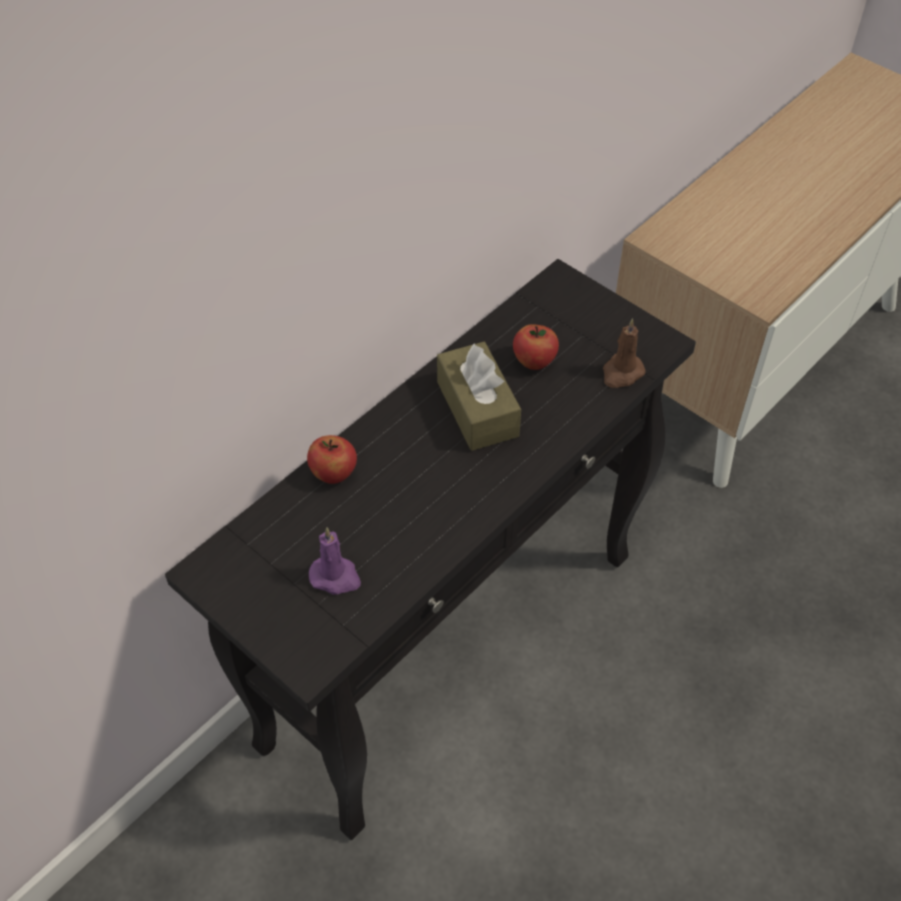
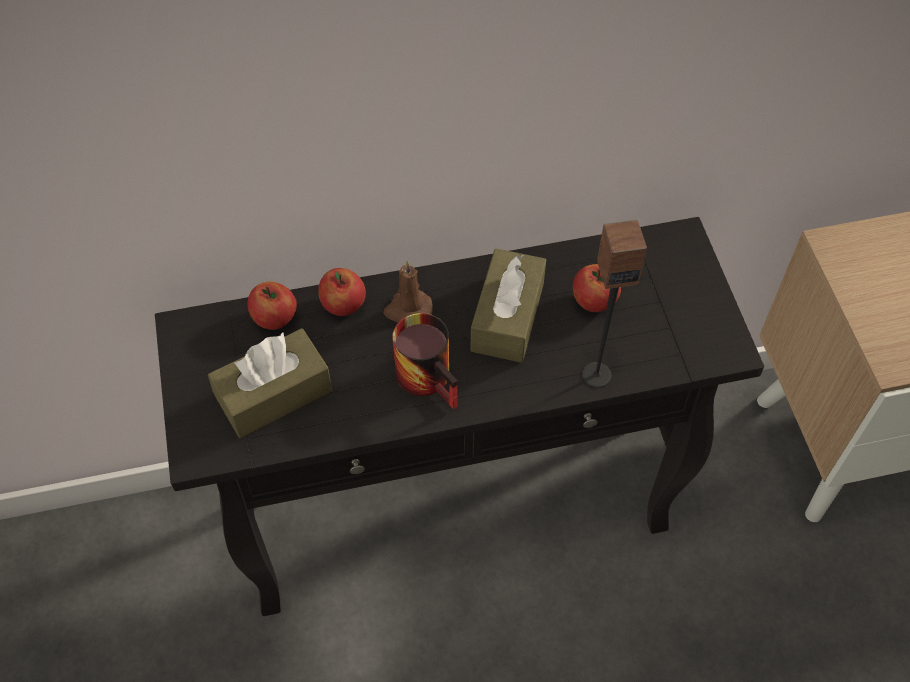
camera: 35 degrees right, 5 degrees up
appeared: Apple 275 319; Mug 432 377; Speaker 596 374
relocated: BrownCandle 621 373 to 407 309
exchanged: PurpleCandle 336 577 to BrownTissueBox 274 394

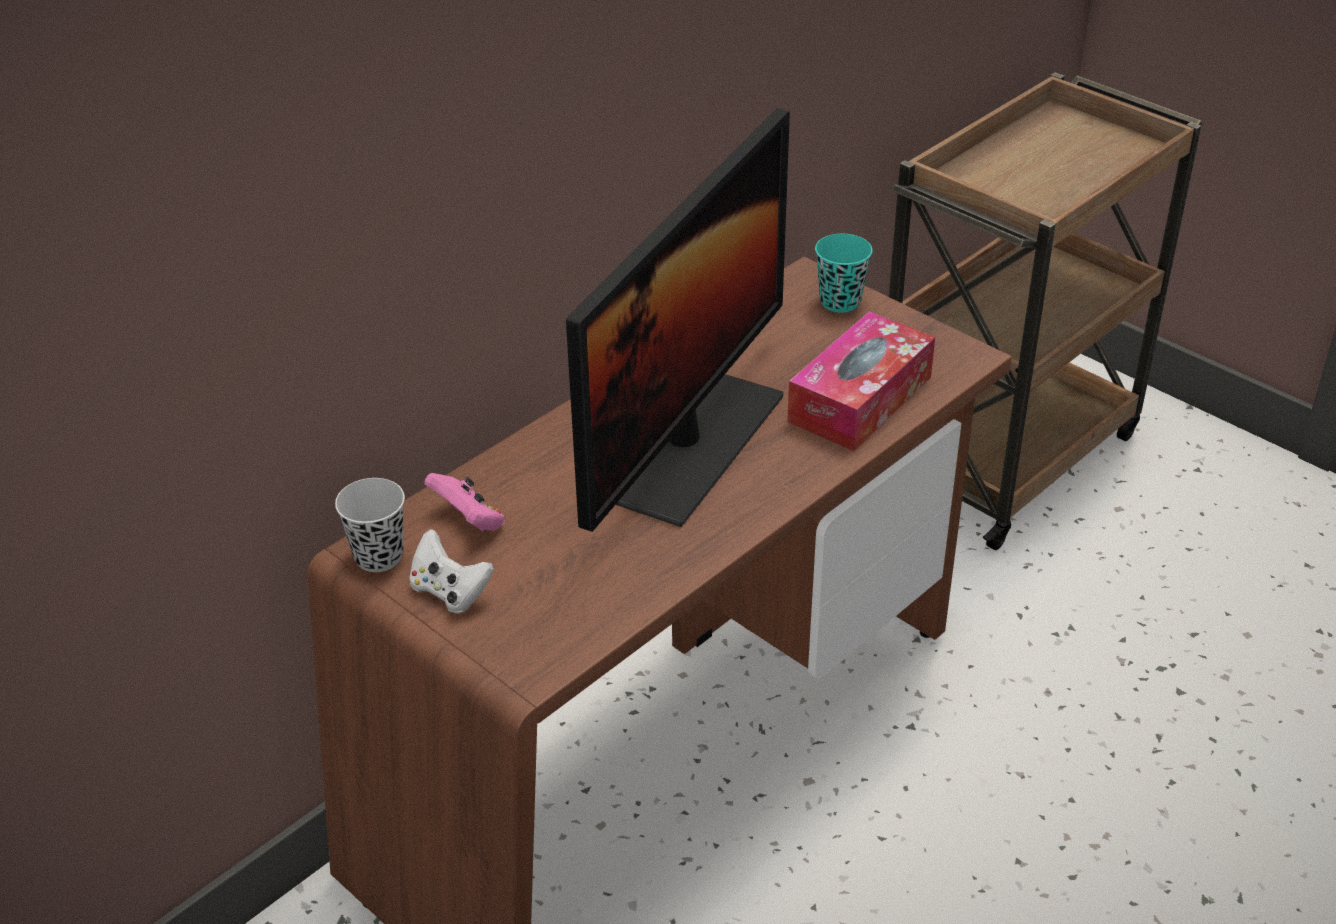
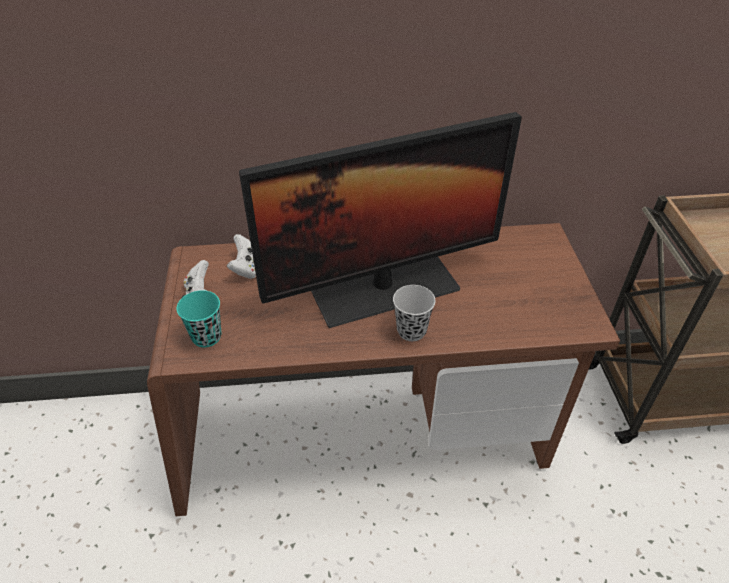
camera: 40 degrees right, 5 degrees up
missing: TissueBox 860 399
relocated: BlackCup 379 556 to 411 331; TurquoiseCup 840 301 to 206 337
colour: PinkGameController 469 521 to WhiteGameController 246 268

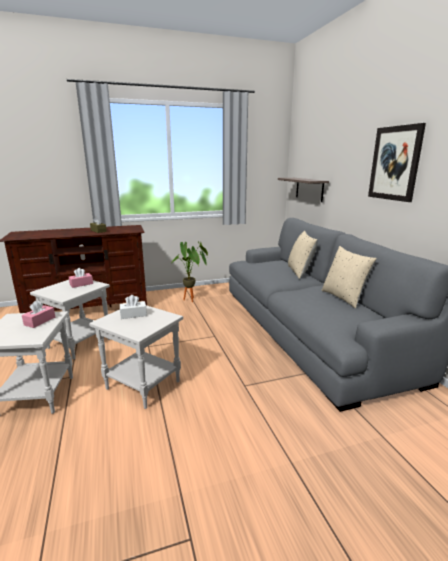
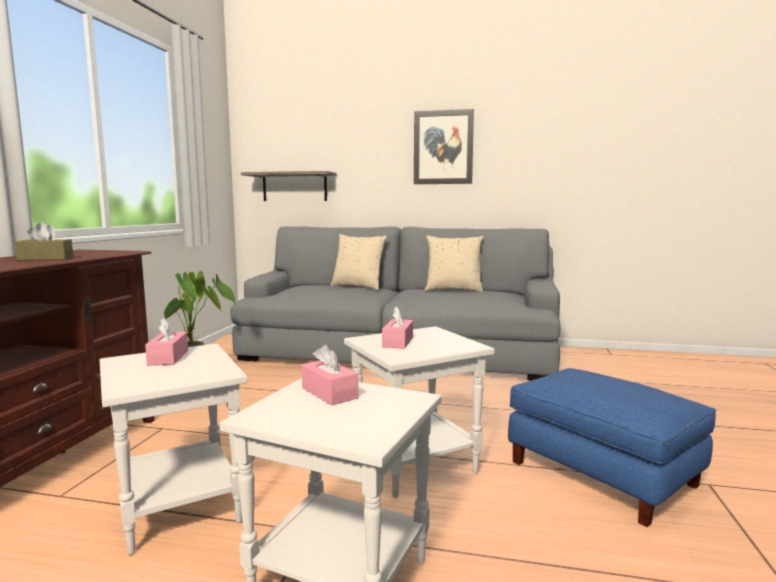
camera: 60 degrees left, 10 degrees down
appeared: BlueOttoman 600 474
colour: WhiteTissueBox 133 314 to PinkTissueBox 397 342

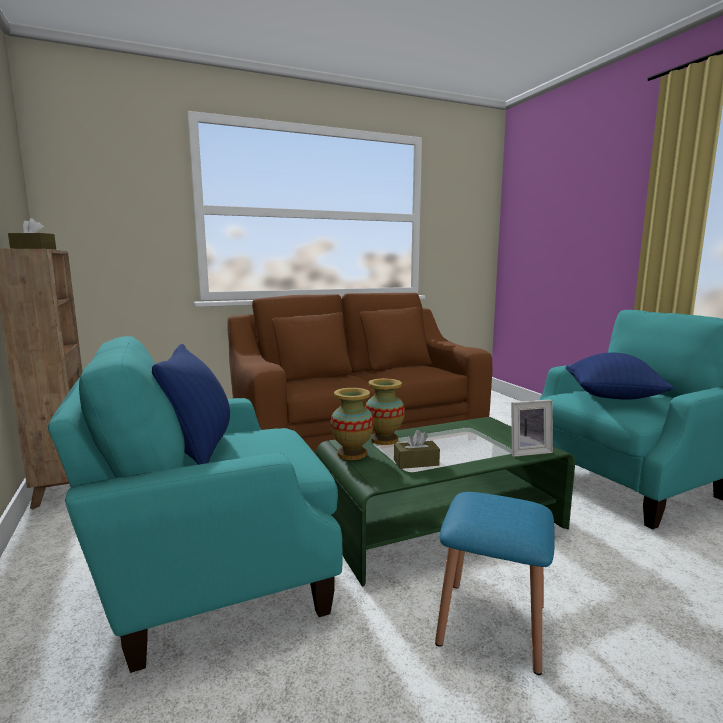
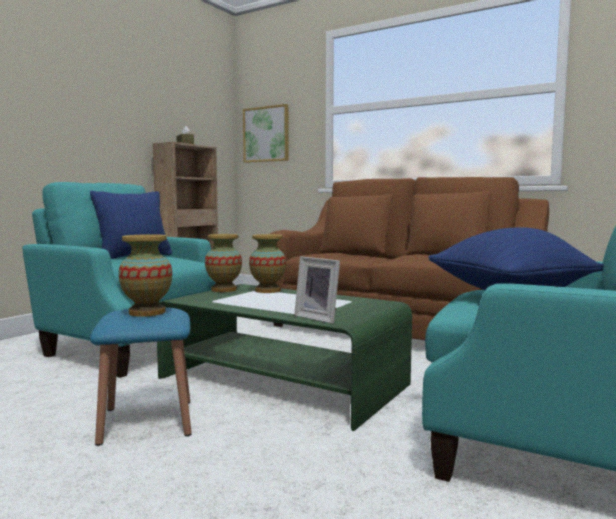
camera: 55 degrees right, 5 degrees down
missing: BrownTissueBox 416 462
appeared: Vase 147 312; Picture 266 134

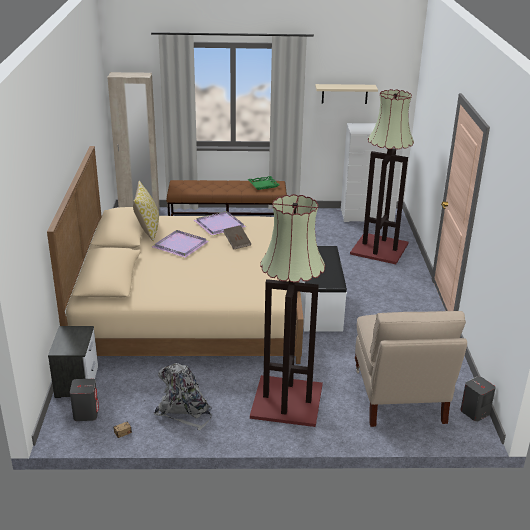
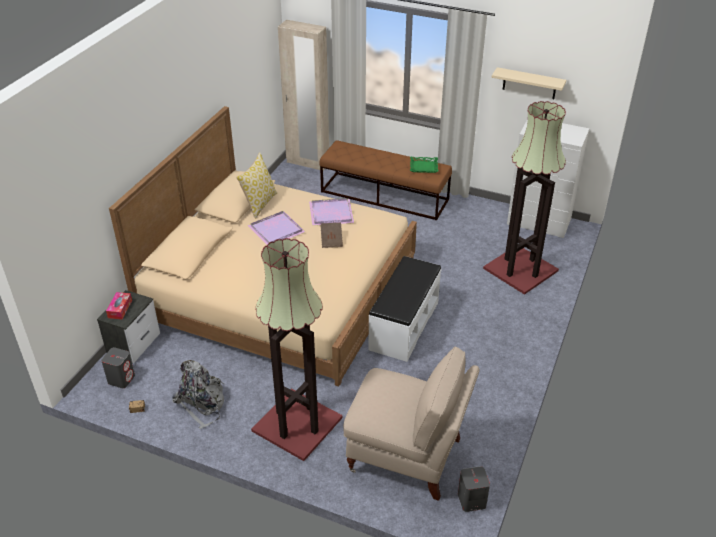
camera: 25 degrees right, 10 degrees up
appeared: TissueBox 120 309
spun: BeigeChair 399 397 = 407 456 90 degrees counterclockwise

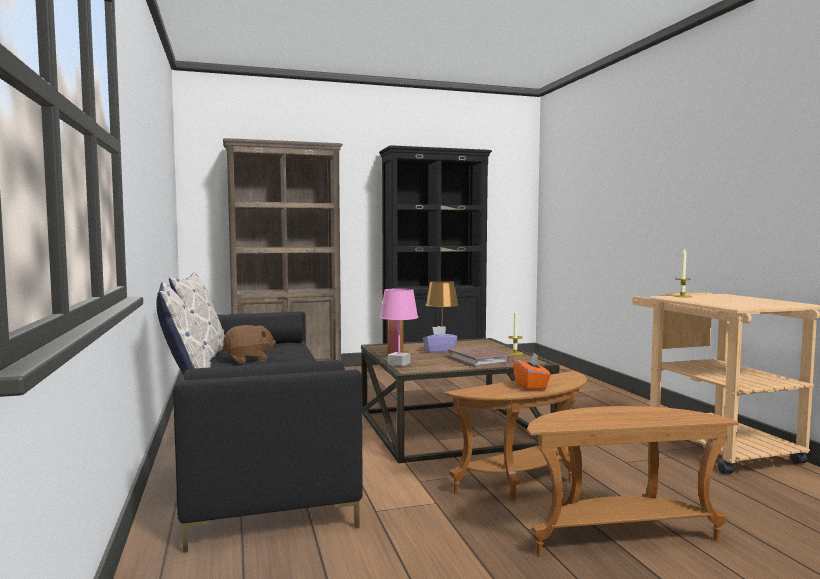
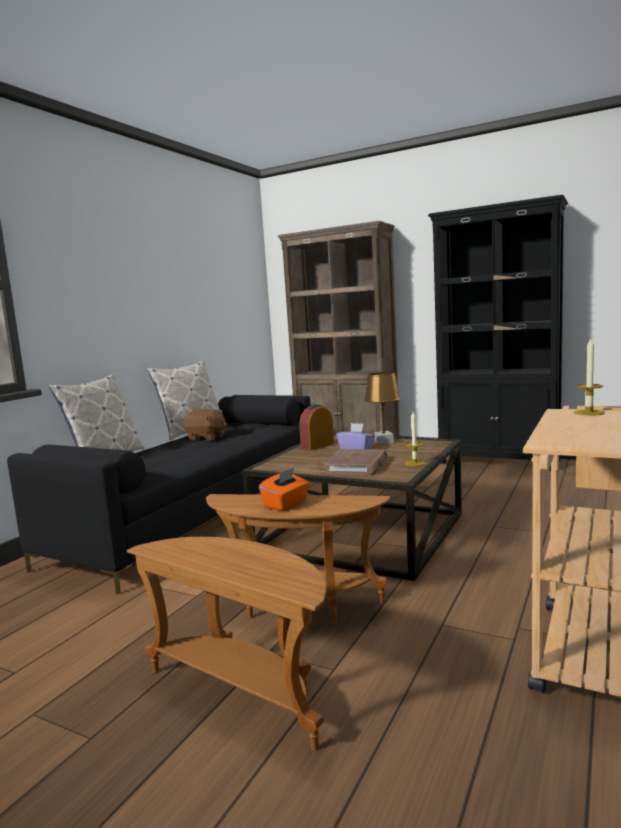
camera: 45 degrees right, 5 degrees up
missing: PinkTableLamp 398 364

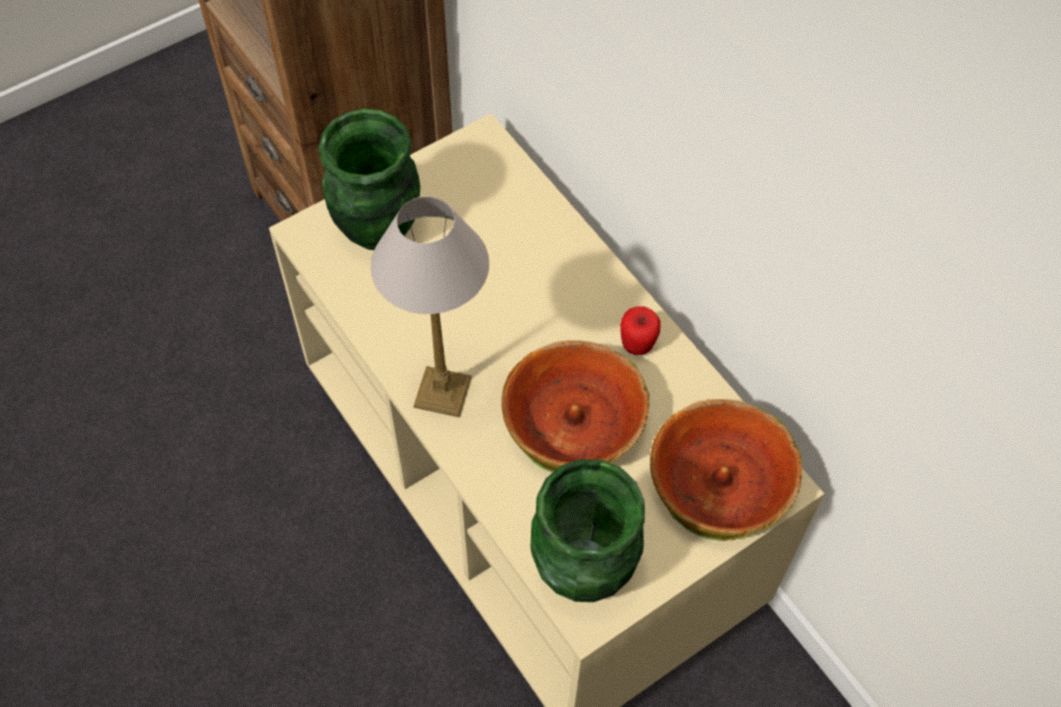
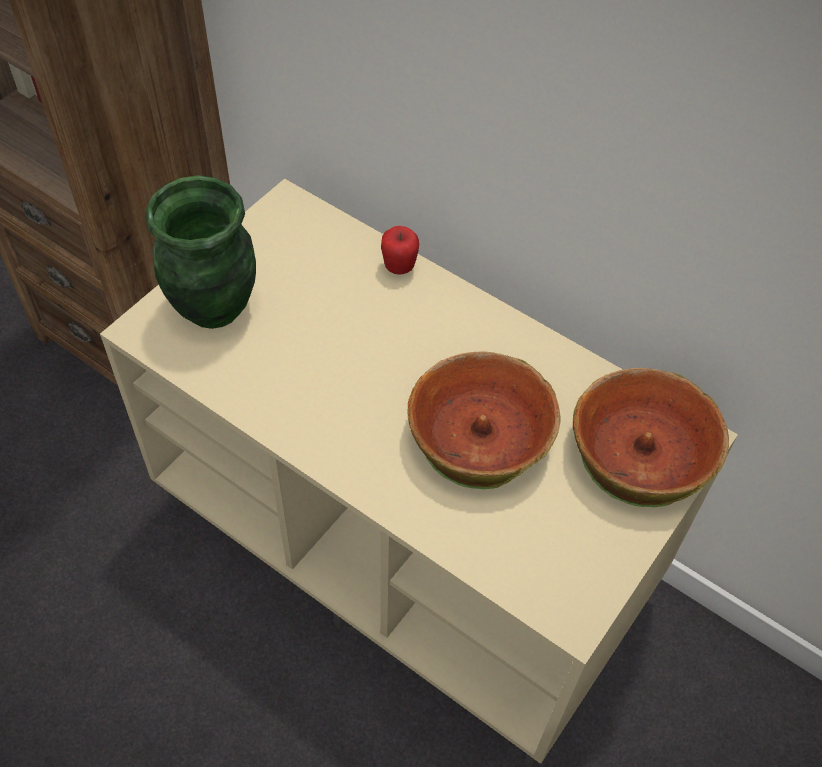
camera: 20 degrees left, 5 degrees down
missing: TableLamp 443 393; GreenVase 584 570
relocated: Apple 637 344 to 399 267

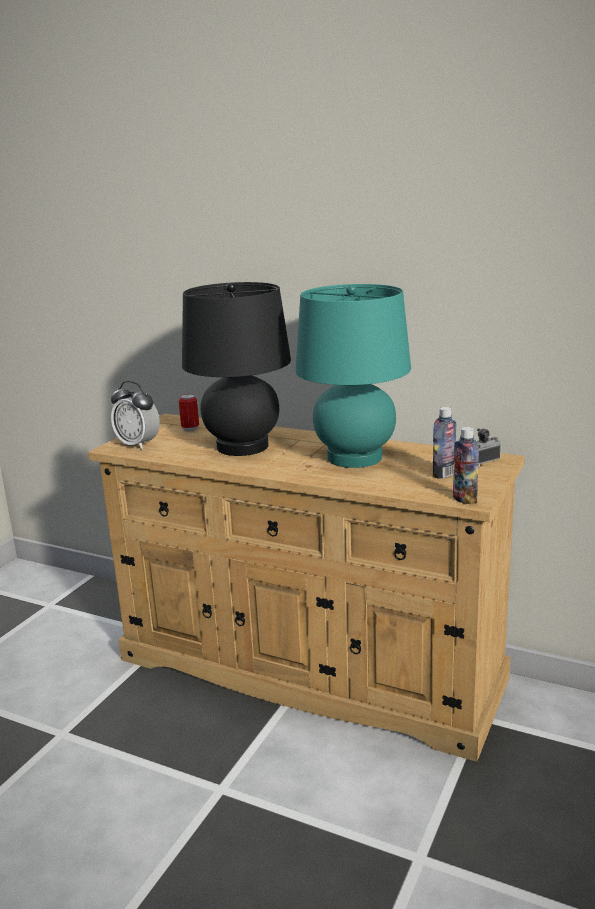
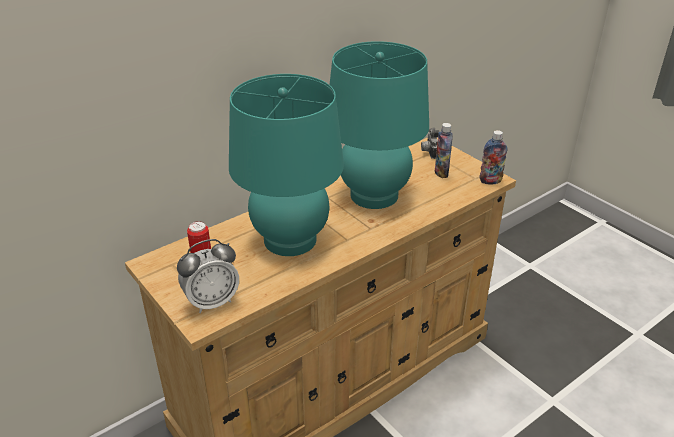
camera: 65 degrees left, 15 degrees up
colour: BlackTableLamp 242 446 to TurquoiseTableLamp 290 240

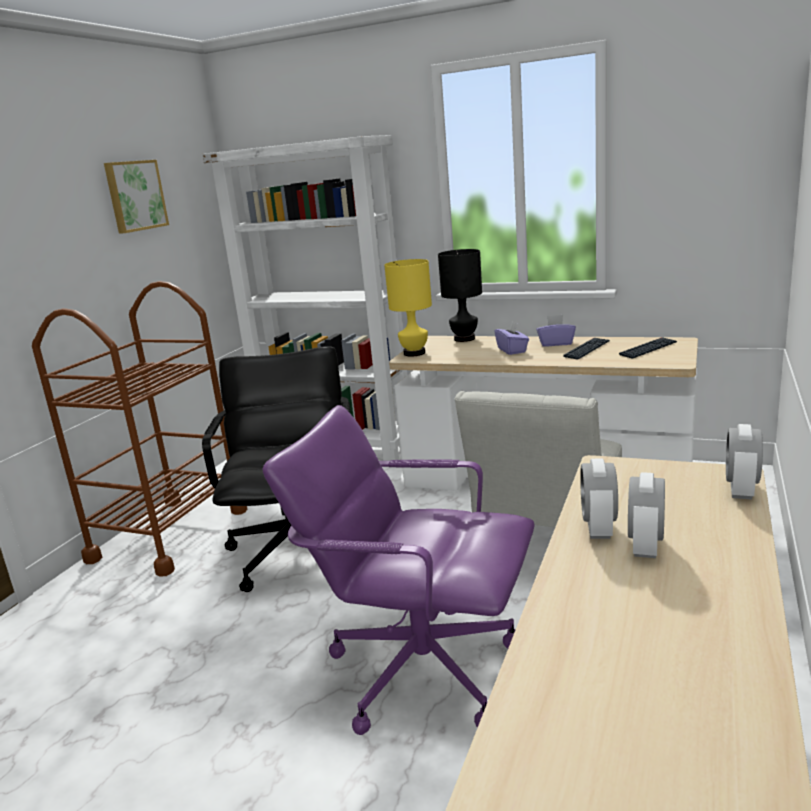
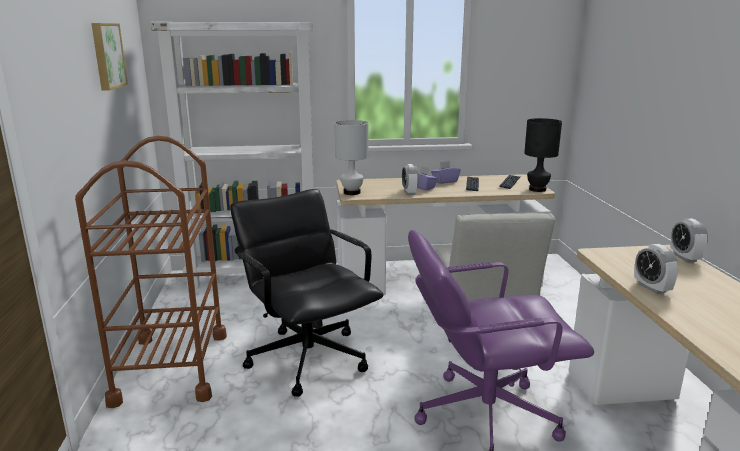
camera: 30 degrees left, 0 degrees up
relocated: BlackTableLamp 464 339 to 537 189; AlarmClock 645 546 to 409 192
colour: YellowTableLamp 414 353 to WhiteTableLamp 352 192

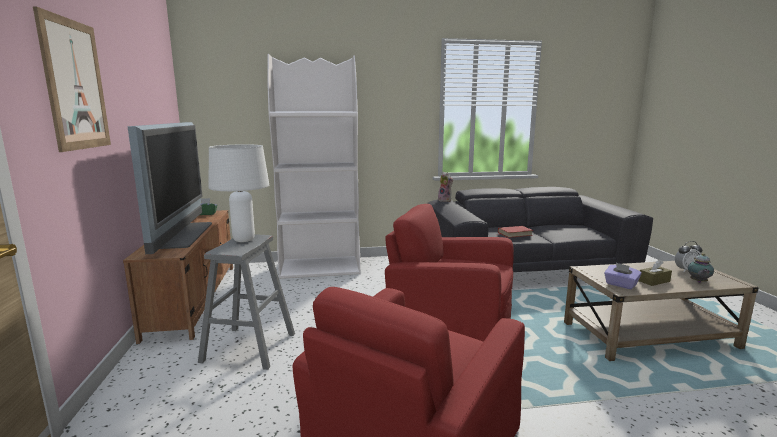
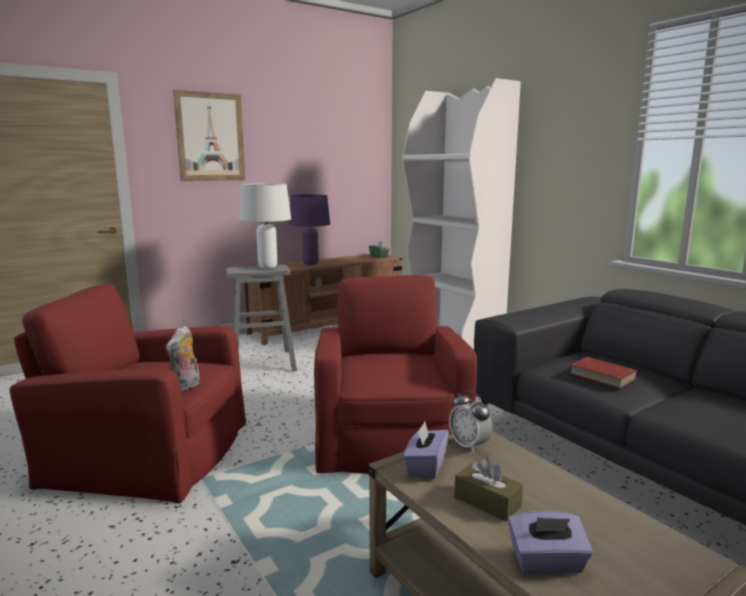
camera: 65 degrees right, 0 degrees up
relocated: PlushToy 445 200 to 186 387; AlarmClock 686 270 to 469 445
exchanged: Television 181 235 to PurpleTableLamp 310 264; Teapot 698 282 to PurpleTissueBox 547 562

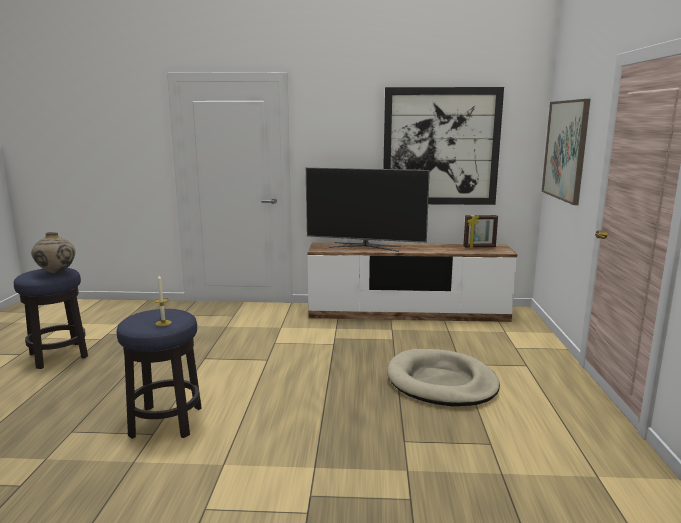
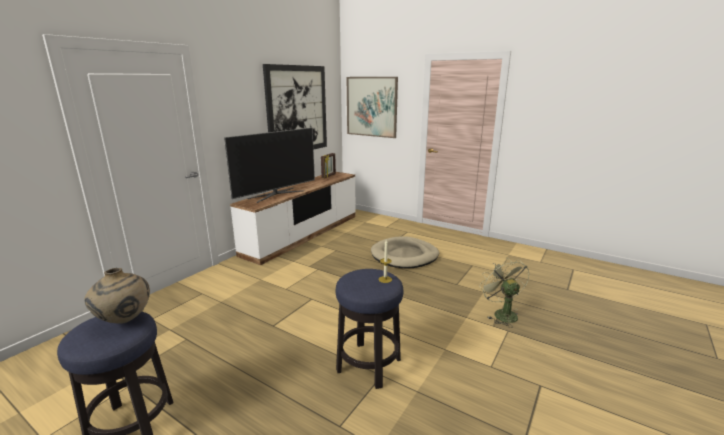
camera: 60 degrees left, 5 degrees up
appeared: GreenFan 501 313

